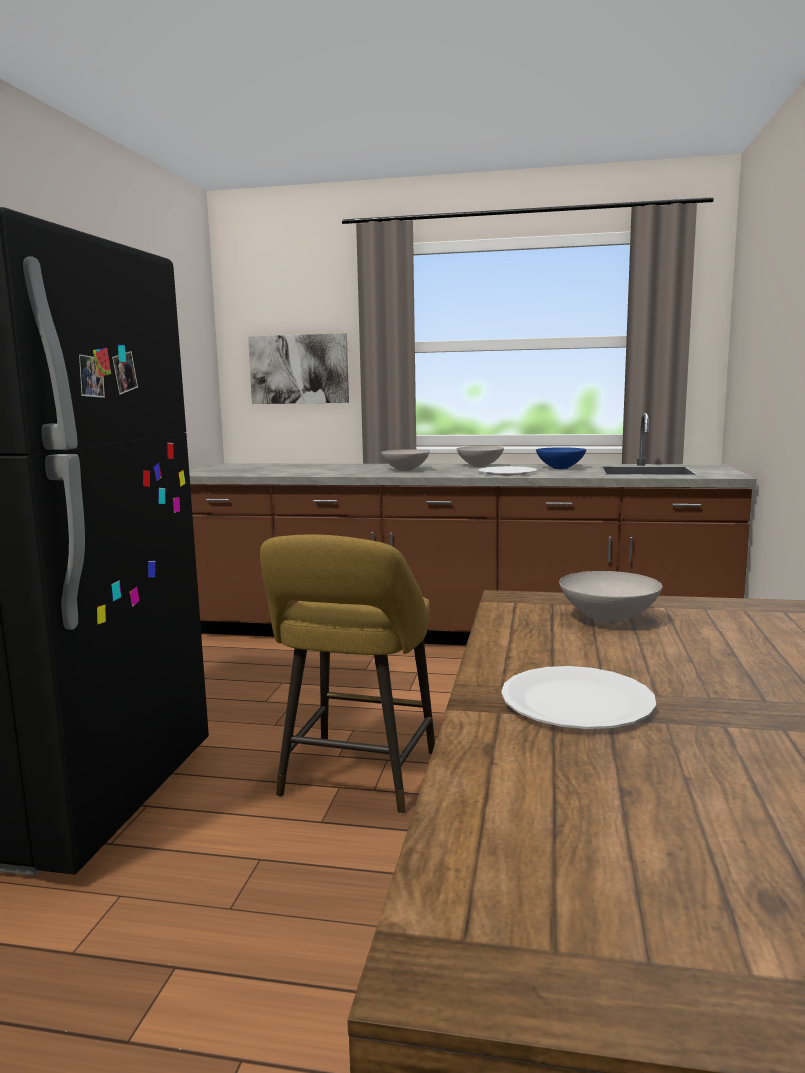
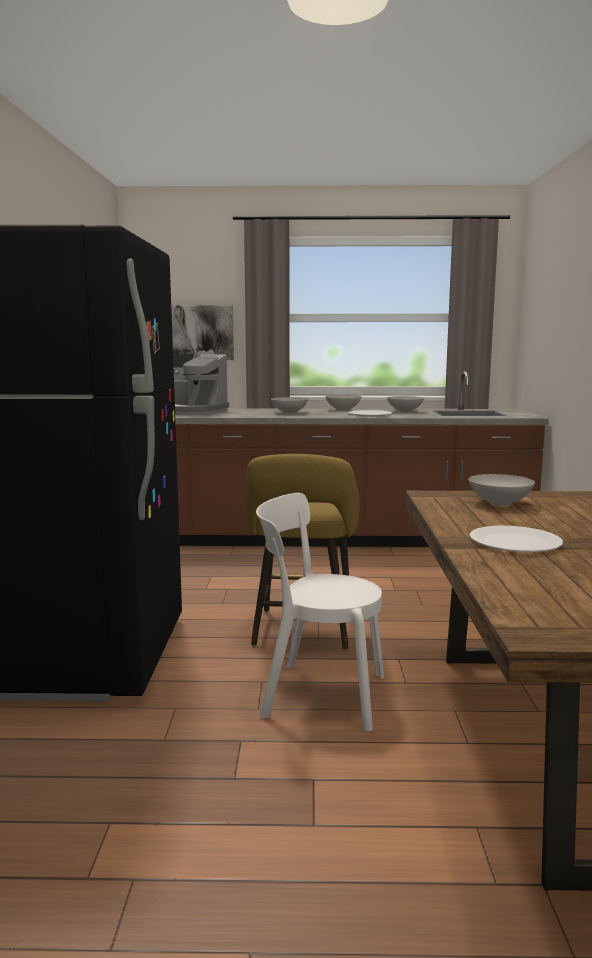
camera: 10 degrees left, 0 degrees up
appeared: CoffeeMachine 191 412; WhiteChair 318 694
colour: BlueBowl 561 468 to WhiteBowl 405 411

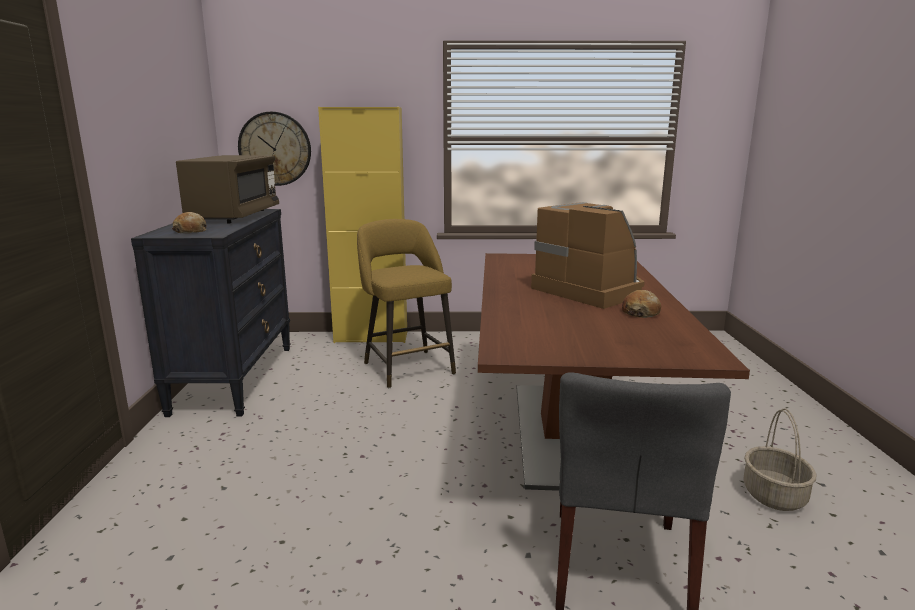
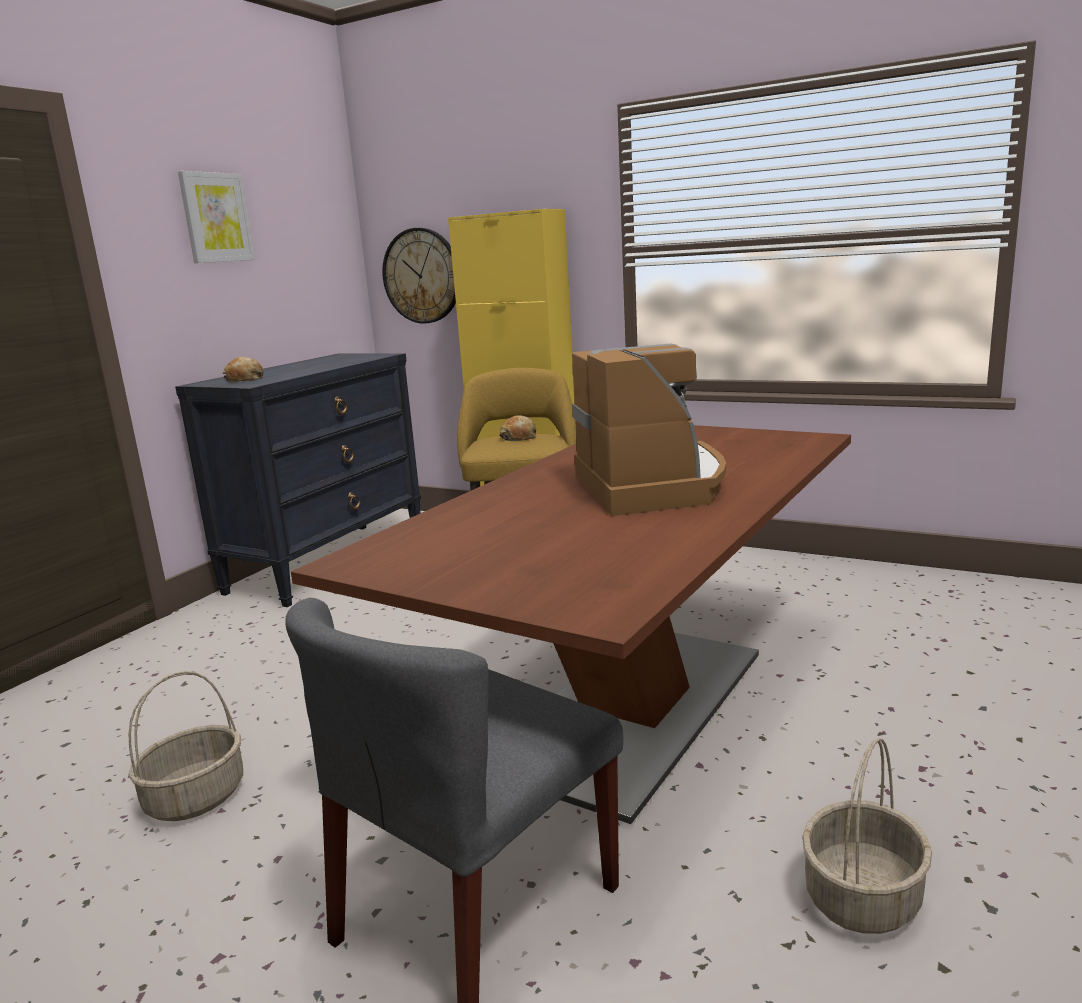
camera: 30 degrees right, 0 degrees up
missing: BrownMicrowave 235 216
appeared: Basket 195 799; Picture 216 218
relocated: Bread 640 312 to 519 437

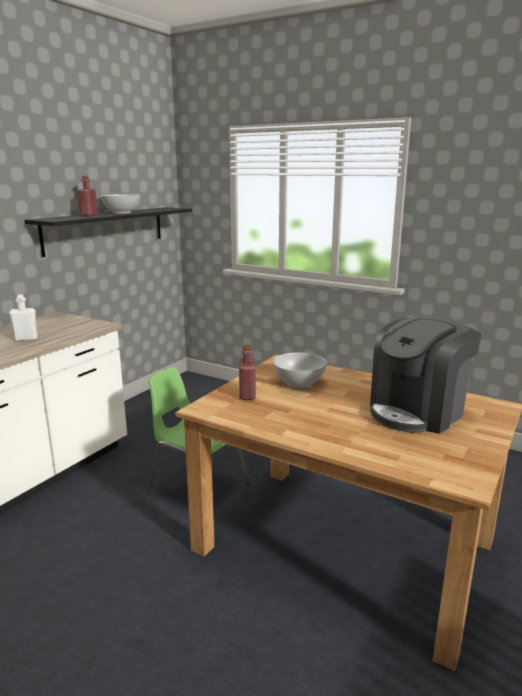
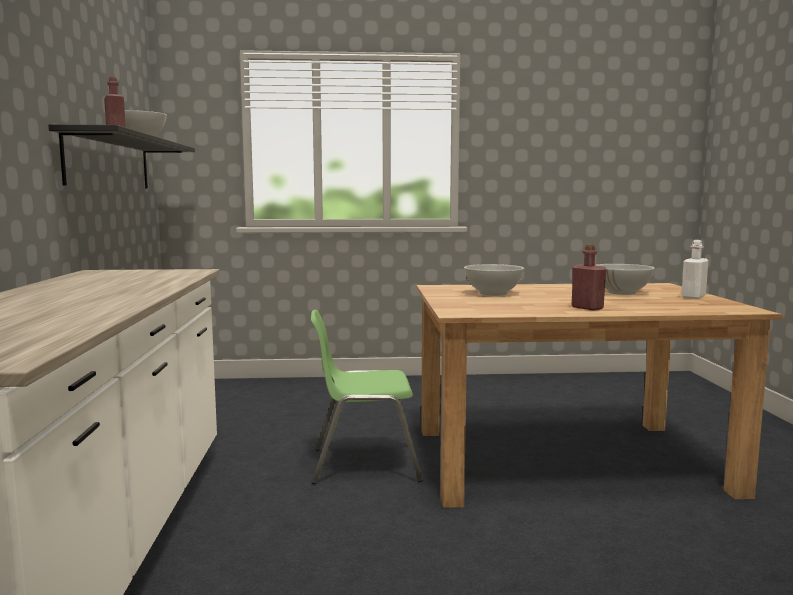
camera: 35 degrees left, 10 degrees down
relocated: WhiteBottle 26 339 to 693 297; RedBottle 247 395 to 587 308
exchanged: CoffeeMachine 417 411 to WhiteBowl 622 292

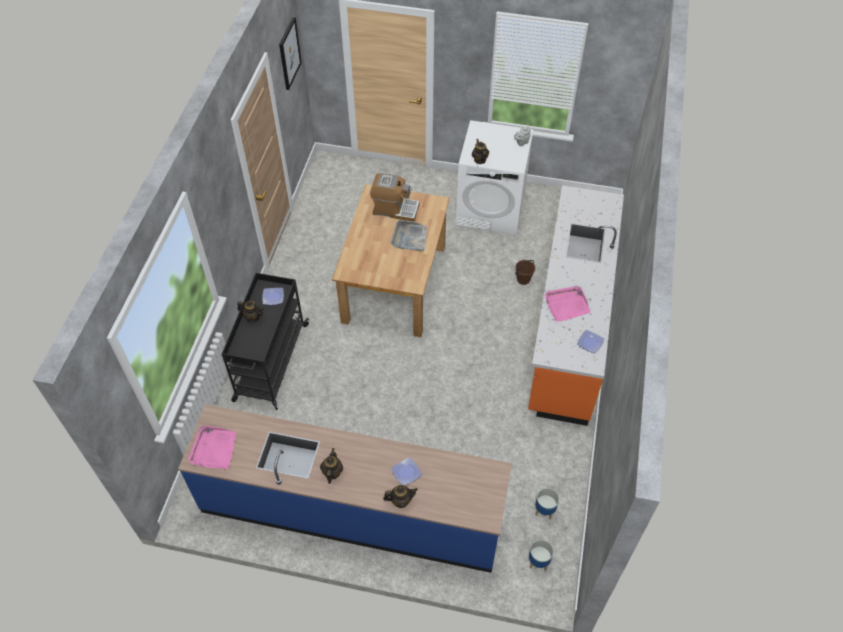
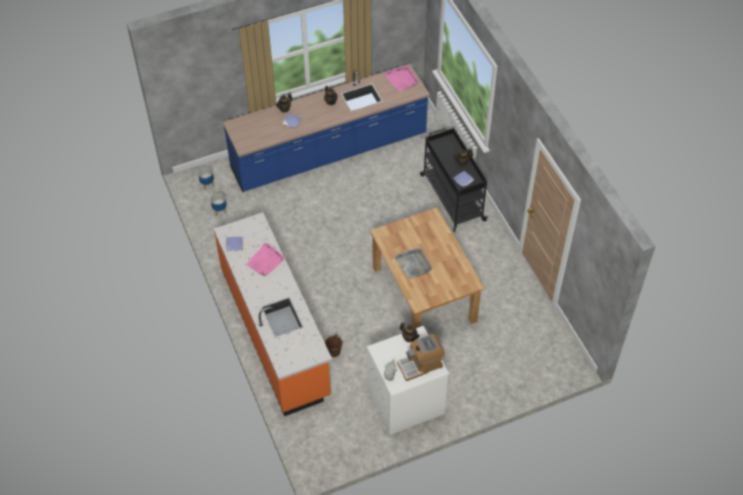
camera: 145 degrees right, 0 degrees up
missing: Picture 289 53
relocated: CoffeeMachine 395 209 to 420 365

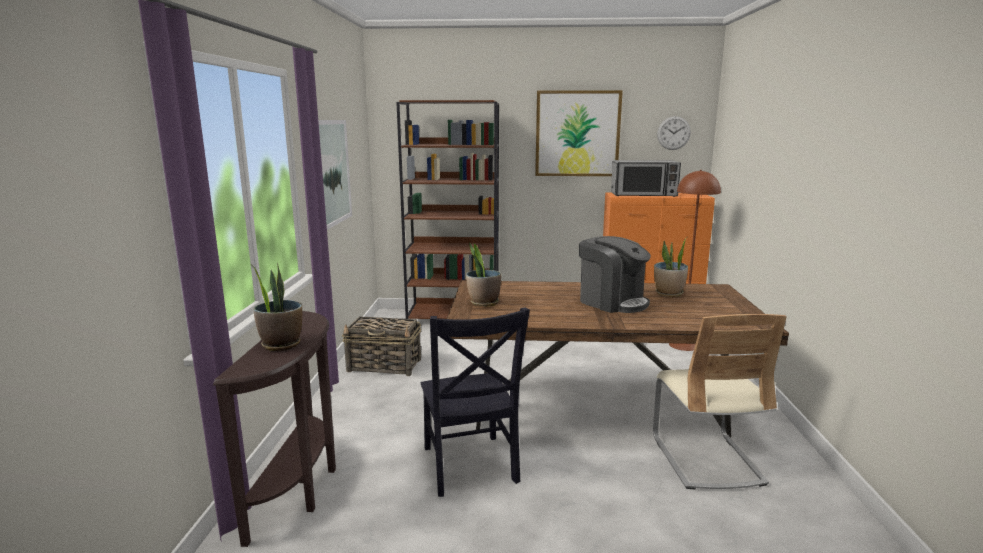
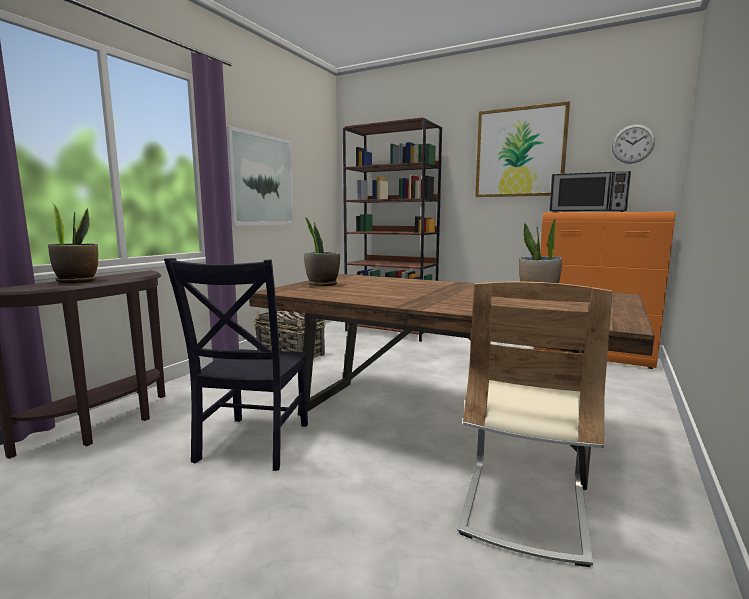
camera: 25 degrees right, 5 degrees down
missing: CoffeeMachine 612 302; BrownFloorLamp 683 345

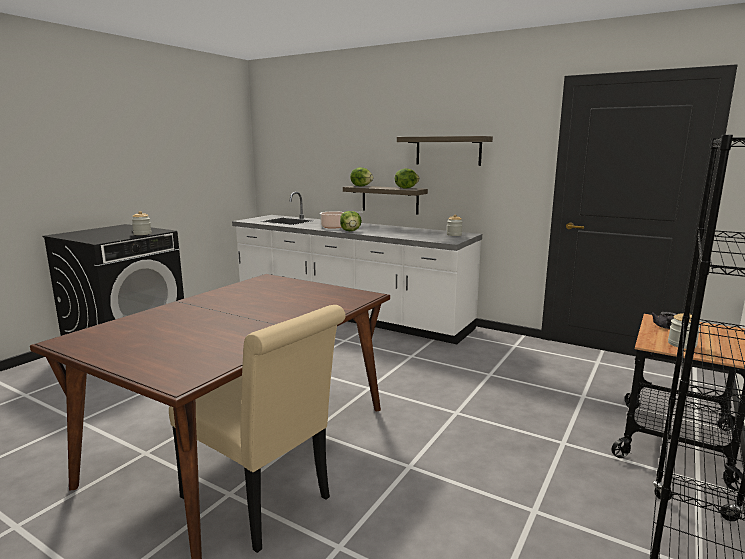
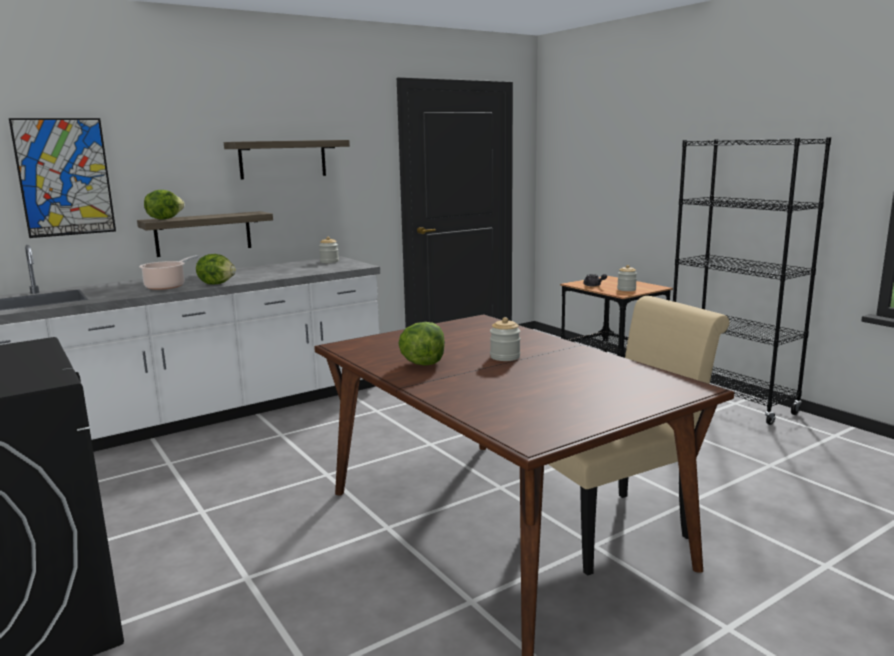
camera: 65 degrees left, 0 degrees up
appeared: Picture 64 177
relocated: Jar 142 234 to 505 357; Lettuce 406 188 to 423 363

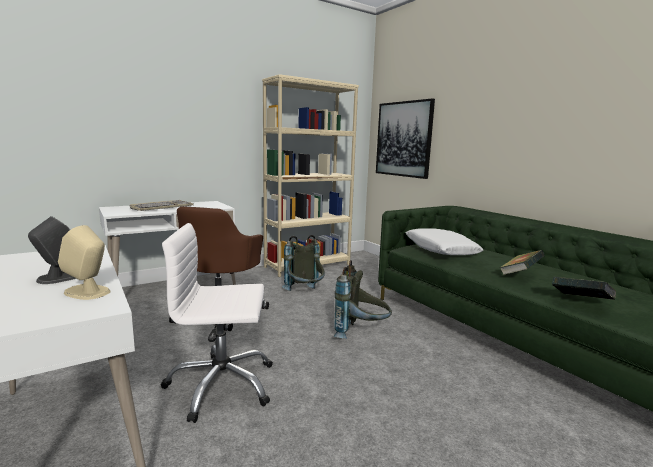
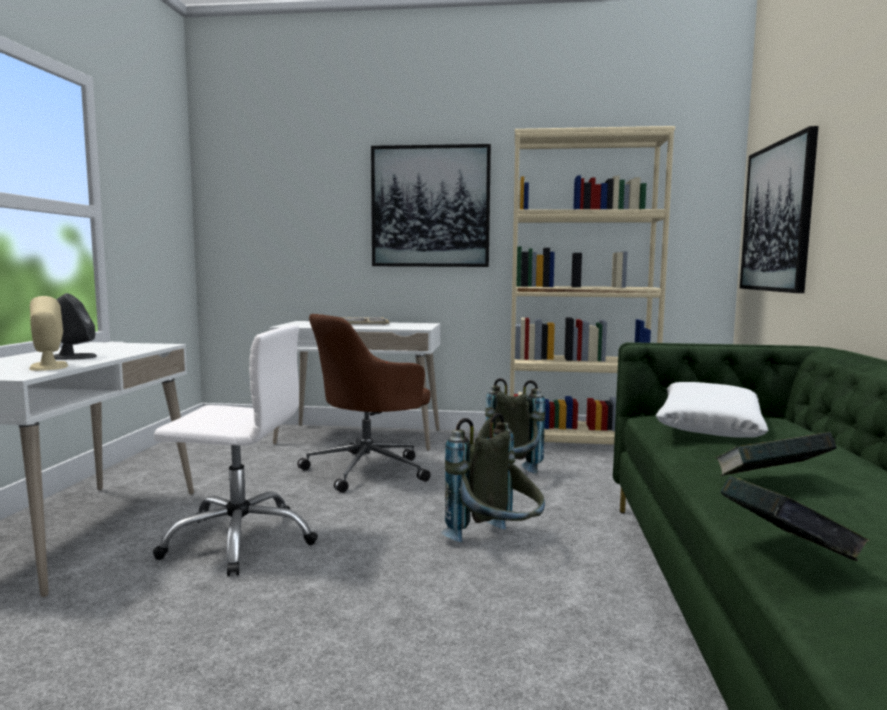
camera: 40 degrees right, 5 degrees down
appeared: Picture 430 207
spun: WhiteOfficeChair 221 385 = 240 540 150 degrees clockwise

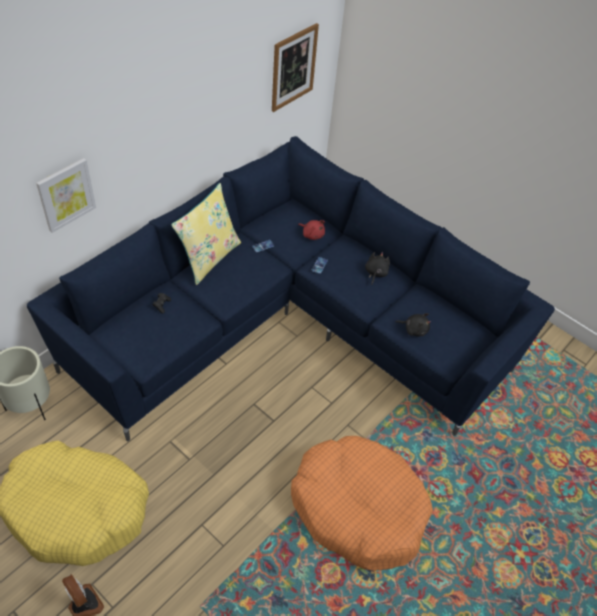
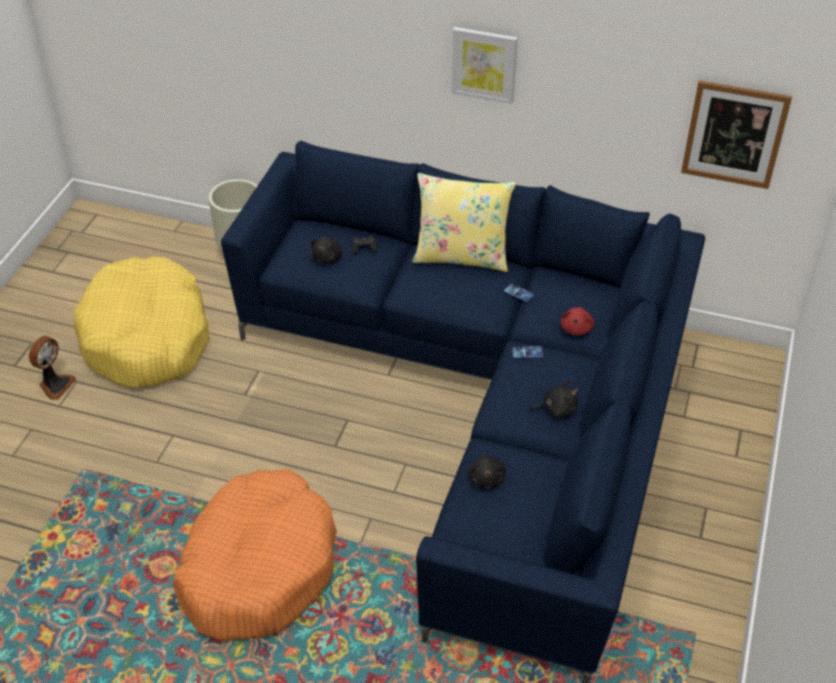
camera: 70 degrees right, 5 degrees down
appeared: BlackPlushToy 327 257
relocated: Picture 66 194 to 484 64

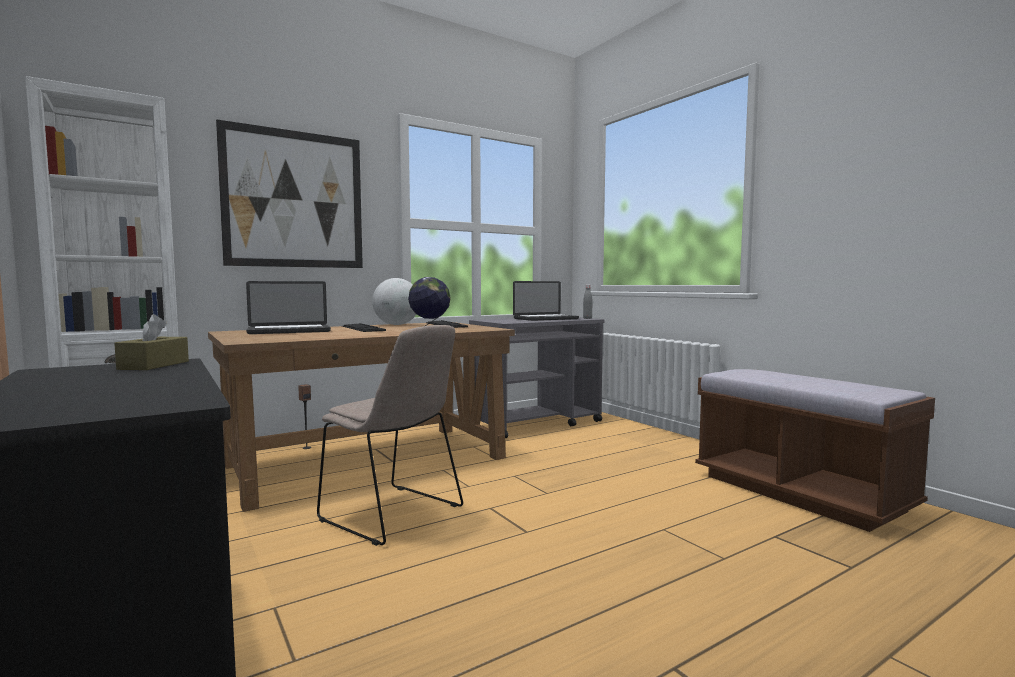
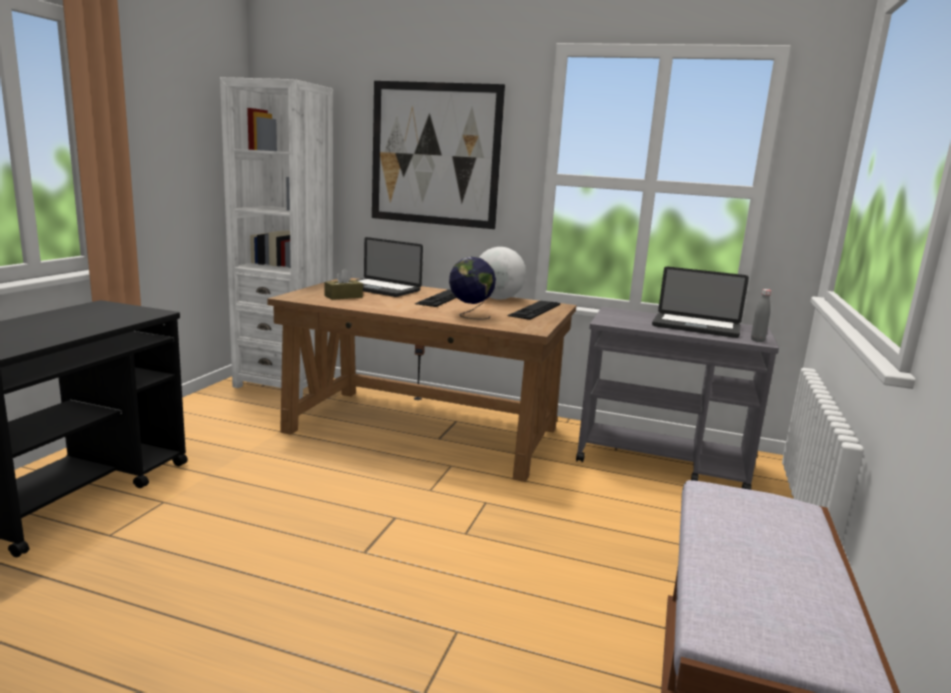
camera: 50 degrees right, 10 degrees up
missing: BeigeChair 394 515
relocated: BrownTissueBox 154 365 to 343 296

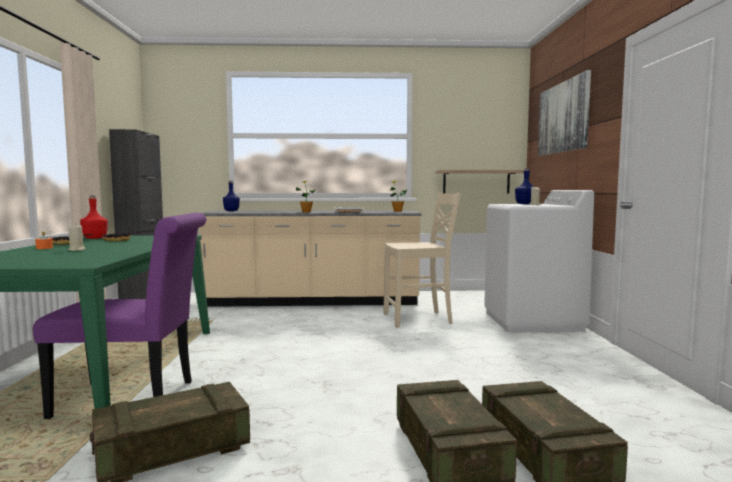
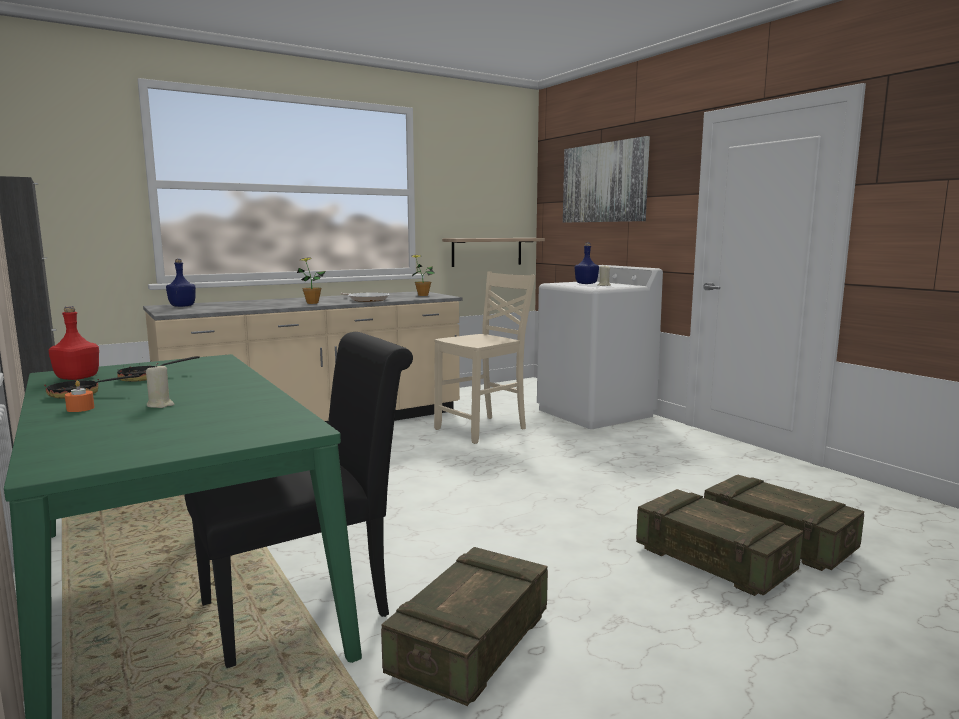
camera: 30 degrees left, 5 degrees up
colour: PurpleChair 134 399 to BlackChair 308 605

